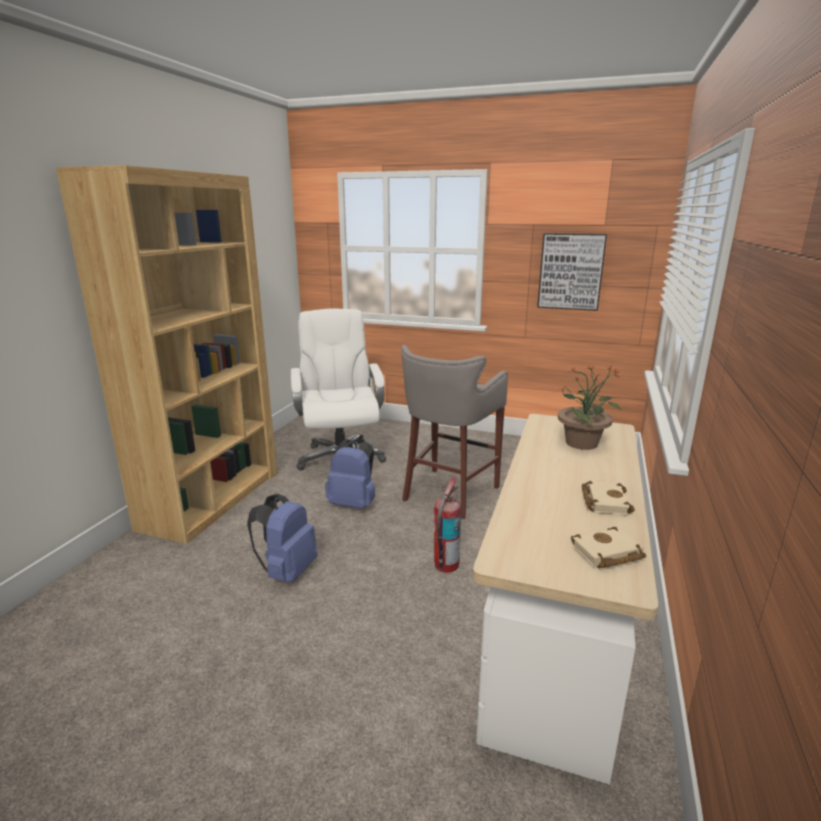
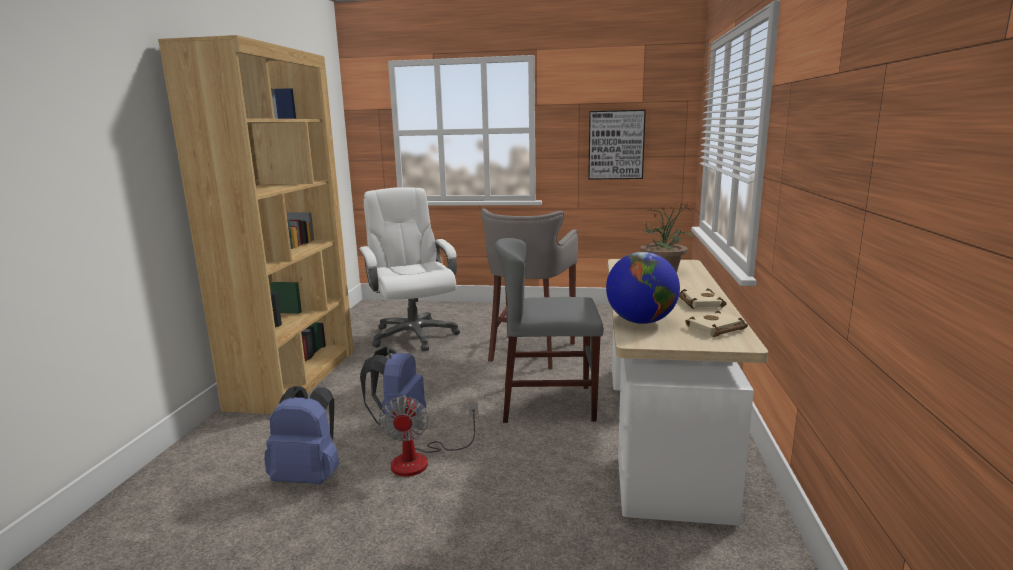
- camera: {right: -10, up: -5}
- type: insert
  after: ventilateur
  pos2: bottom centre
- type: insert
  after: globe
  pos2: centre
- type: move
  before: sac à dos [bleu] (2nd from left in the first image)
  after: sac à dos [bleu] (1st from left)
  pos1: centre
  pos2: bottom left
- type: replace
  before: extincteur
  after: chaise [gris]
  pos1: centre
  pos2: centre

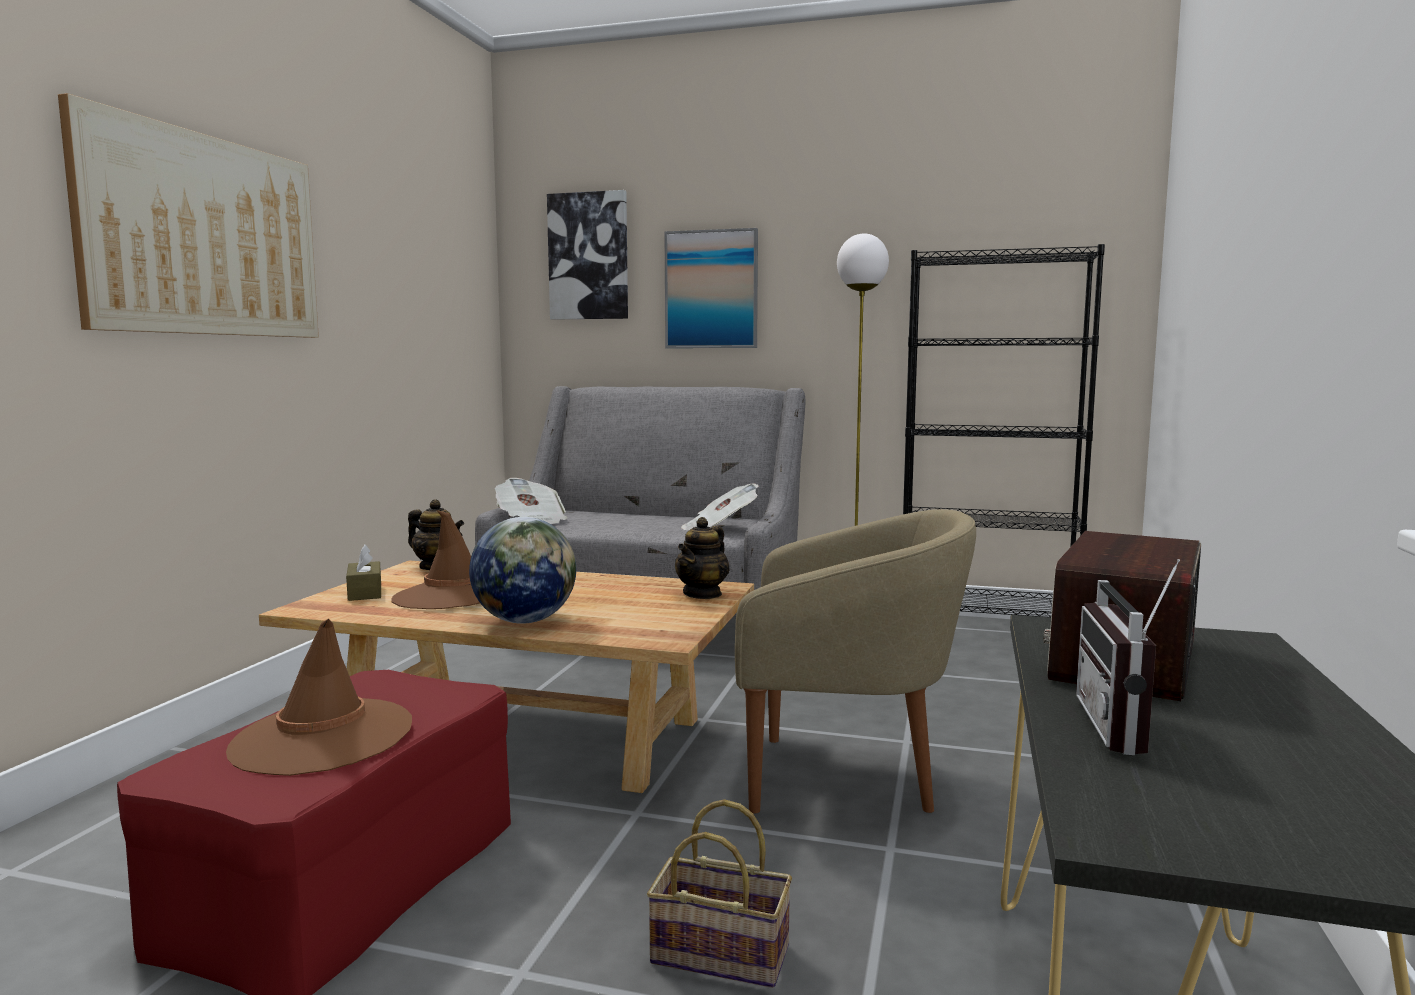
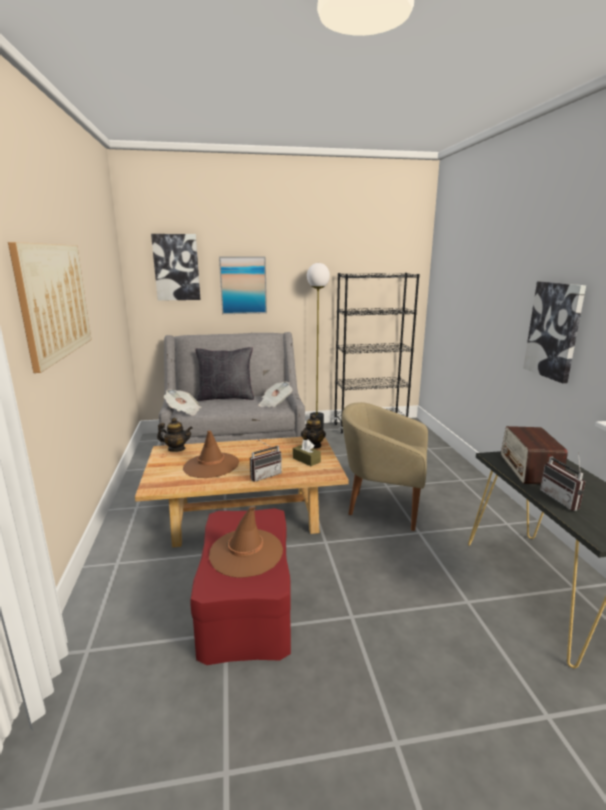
- camera: {right: -25, up: 10}
- type: delete
  before: panier
  pos1: bottom centre
- type: insert
  after: coussin [noir]
  pos2: centre
- type: insert
  after: tableau (4th from left)
  pos2: middle right
- type: move
  before: boîte à mouchoirs [marron]
  pos1: middle left
  pos2: centre
- type: replace
  before: globe
  after: radio (1st from left)
  pos1: centre
  pos2: centre
- type: rotate
  before: fauteuil [beige]
  pos1: centre
  pos2: centre
  turn: -150

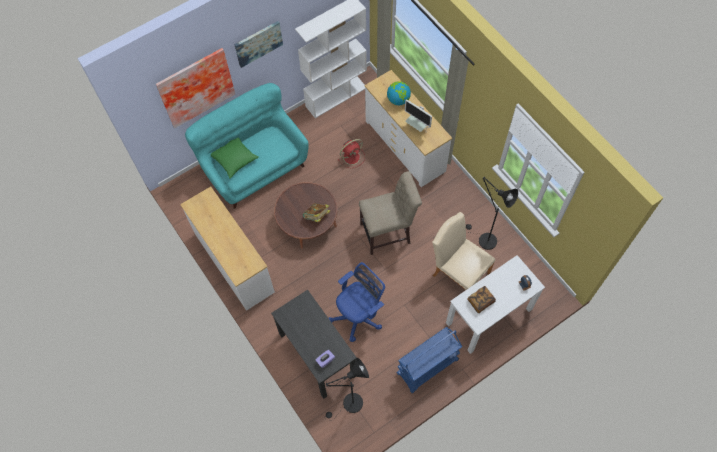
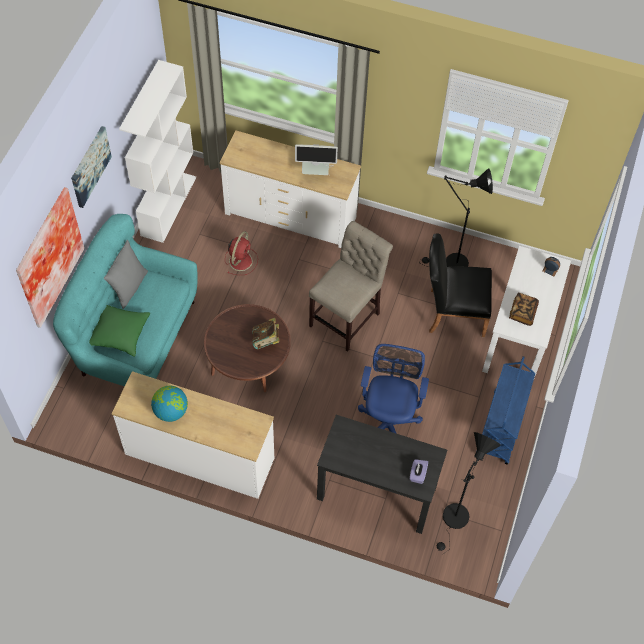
- camera: {right: -40, up: -5}
- type: insert
  after: coussin [gris]
  pos2: middle left
- type: move
  before: globe
  pos1: top centre
  pos2: middle left
- type: recolor
  before: chaise [beige] (2nd from left)
  after: chaise [noir]
  pos1: centre
  pos2: middle right

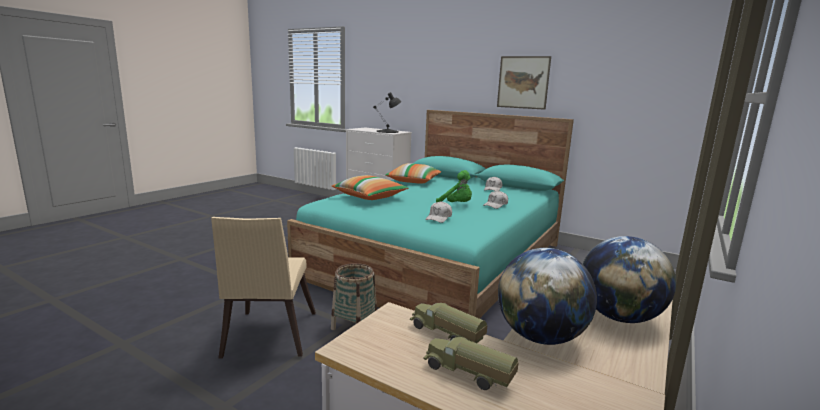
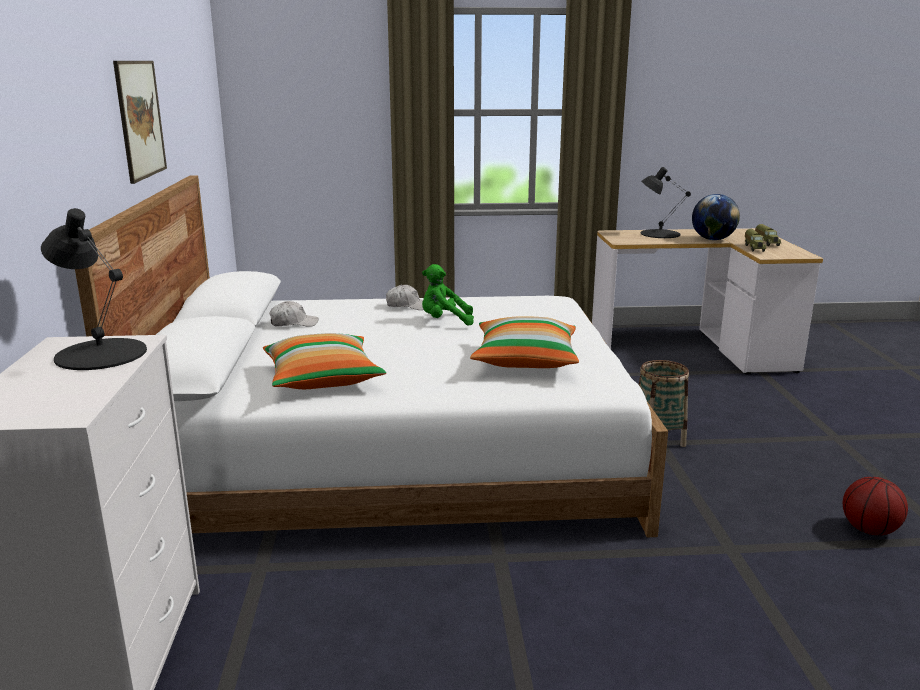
- camera: {right: -125, up: 5}
- type: delete
  before: chaise [beige]
  pos1: bottom left
- type: delete
  before: casquette [blanc] (1st from left)
  pos1: centre
- type: insert
  after: ballon de basket
  pos2: bottom right
- type: replace
  before: globe (2nd from left)
  after: lampe de table [noir] (2nd from left)
  pos1: bottom right
  pos2: top right
- type: recolor
  before: lit [turquoise]
  after: lit [blanc]
  pos1: centre
  pos2: centre
- type: rotate
  before: peluche [vert]
  pos1: centre
  pos2: centre
  turn: -90

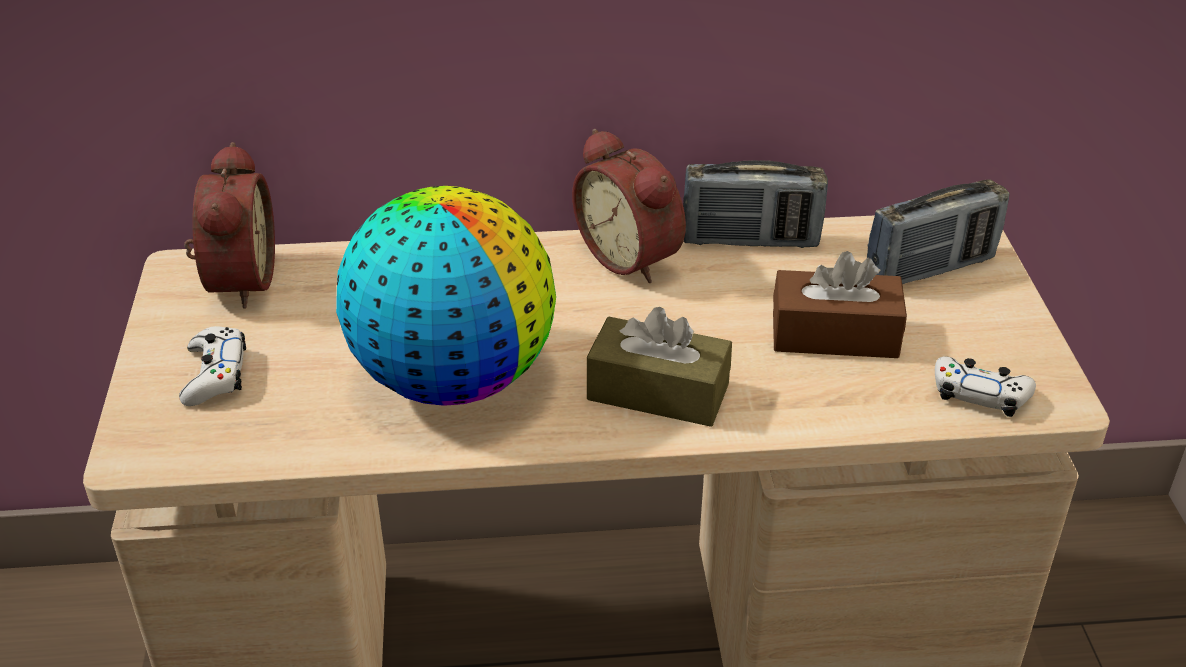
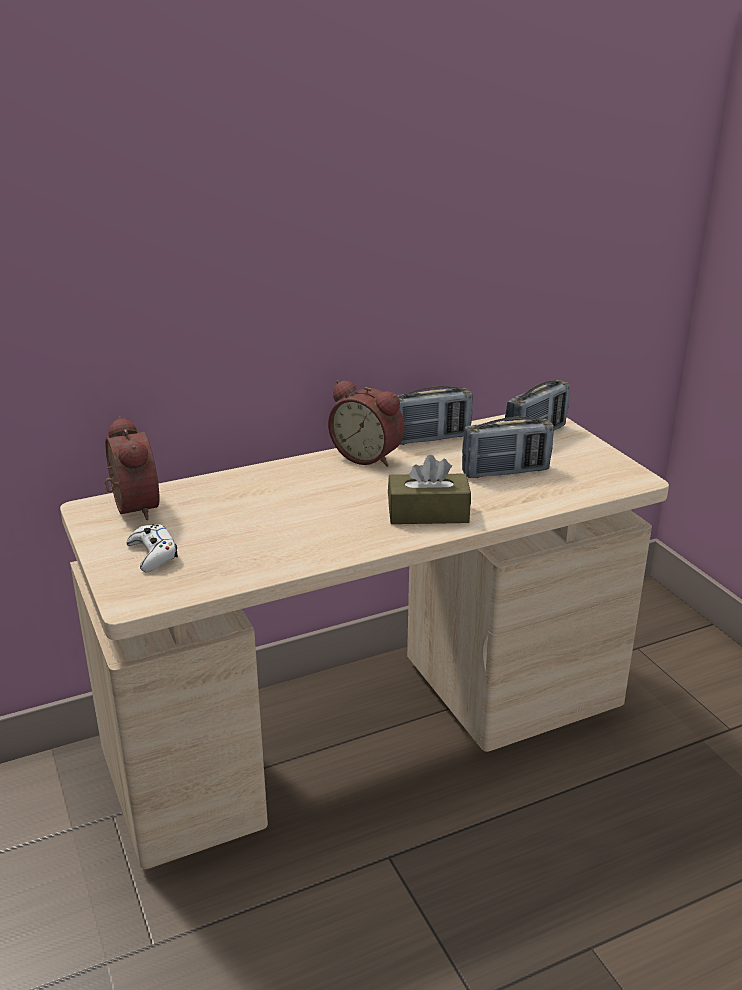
- camera: {right: -20, up: -10}
- type: delete
  before: globe
  pos1: centre
- type: delete
  before: manette [blanc] (2nd from left)
  pos1: middle right
- type: replace
  before: boîte à mouchoirs [marron] (2nd from left)
  after: radio (2nd from left)
  pos1: middle right
  pos2: middle right

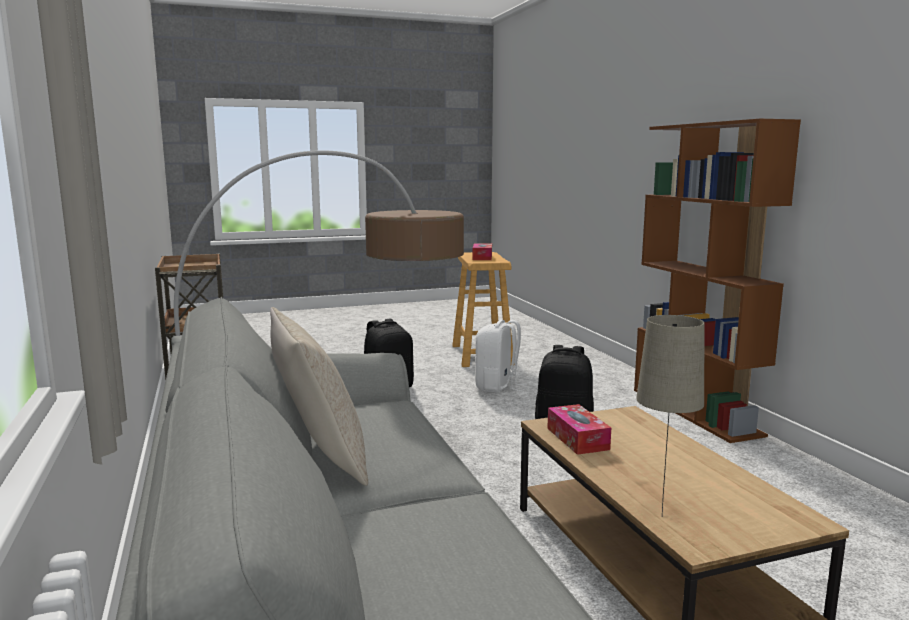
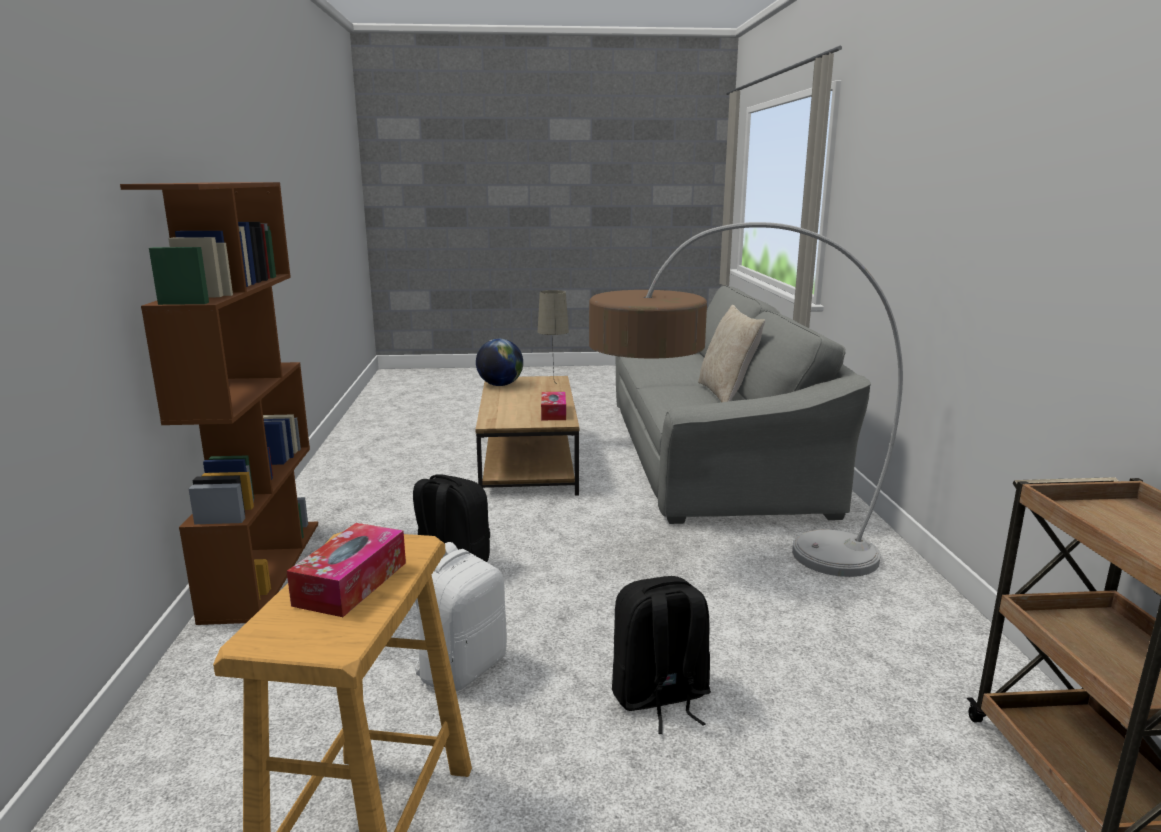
- camera: {right: -165, up: 5}
- type: insert
  after: globe
  pos2: centre

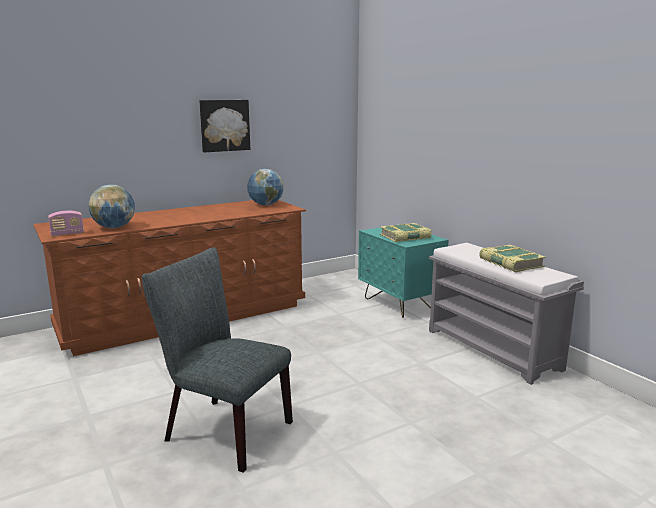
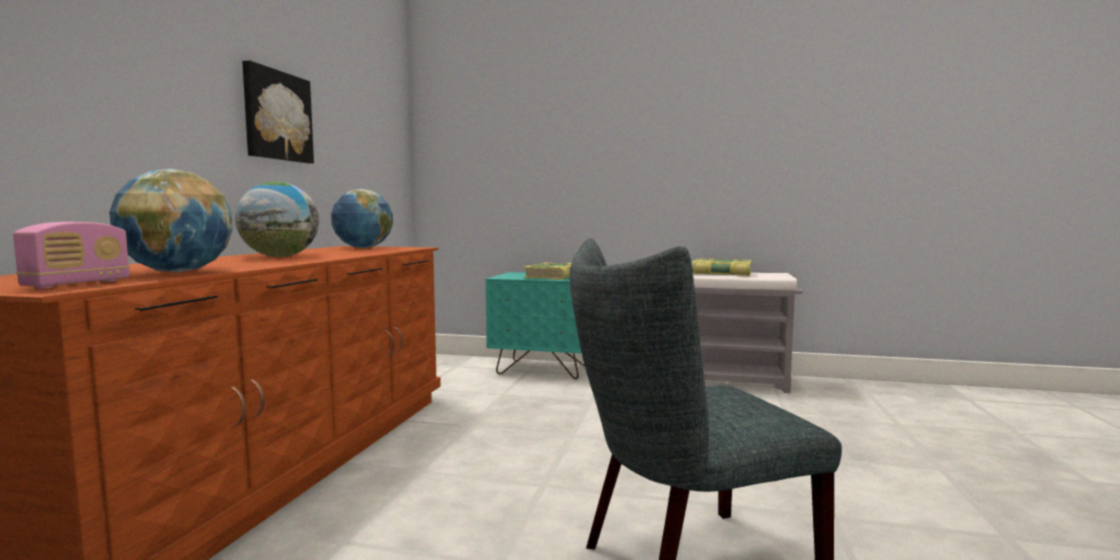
- camera: {right: -45, up: -10}
- type: insert
  after: globe (2nd from left)
  pos2: middle left

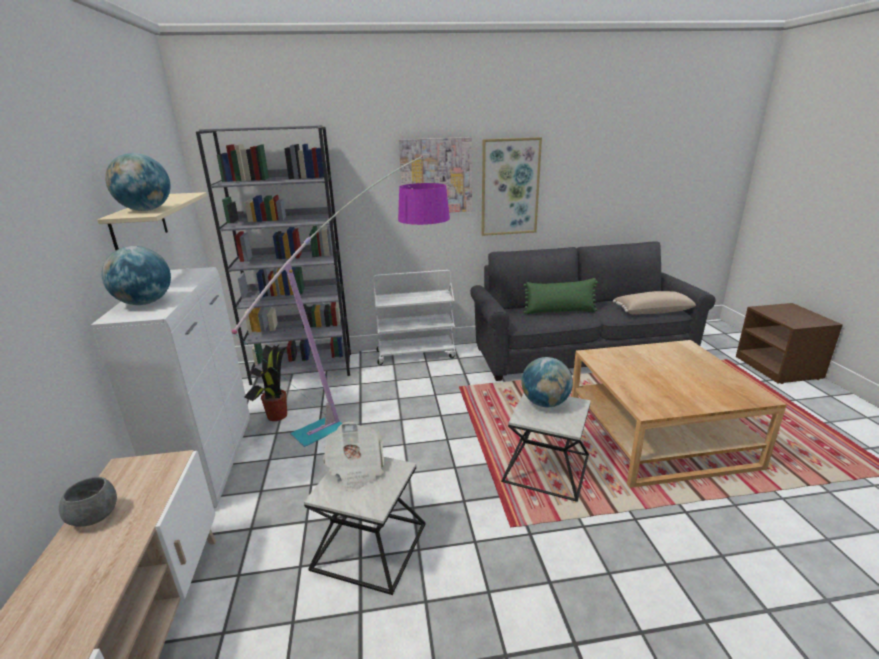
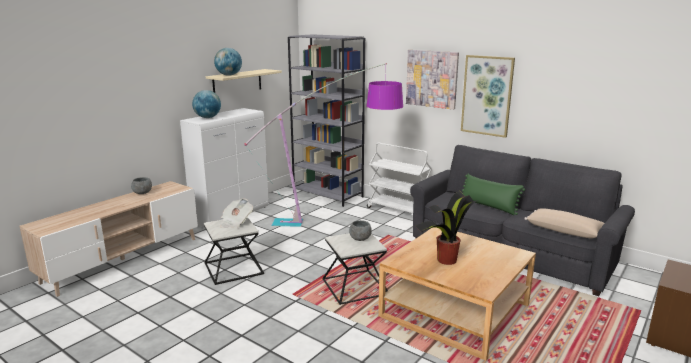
- camera: {right: 45, up: -5}
- type: move
  before: plante en pot
  pos1: middle left
  pos2: centre
- type: replace
  before: globe (3rd from left)
  after: bol [gris] (2nd from left)
  pos1: centre
  pos2: centre

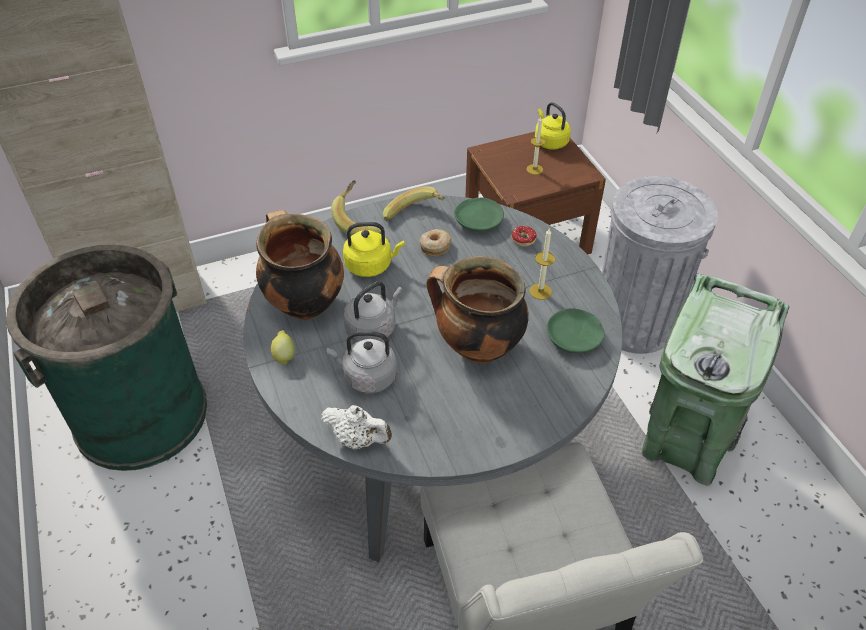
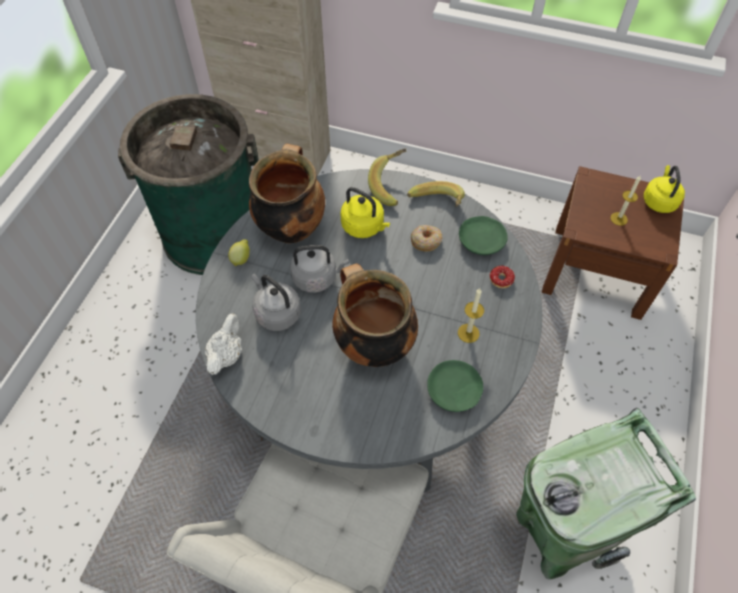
- camera: {right: 40, up: 10}
- type: delete
  before: poubelle [gris]
  pos1: middle right
- type: rotate
  before: théière [blanc]
  pos1: bottom centre
  pos2: middle left
  turn: -135

